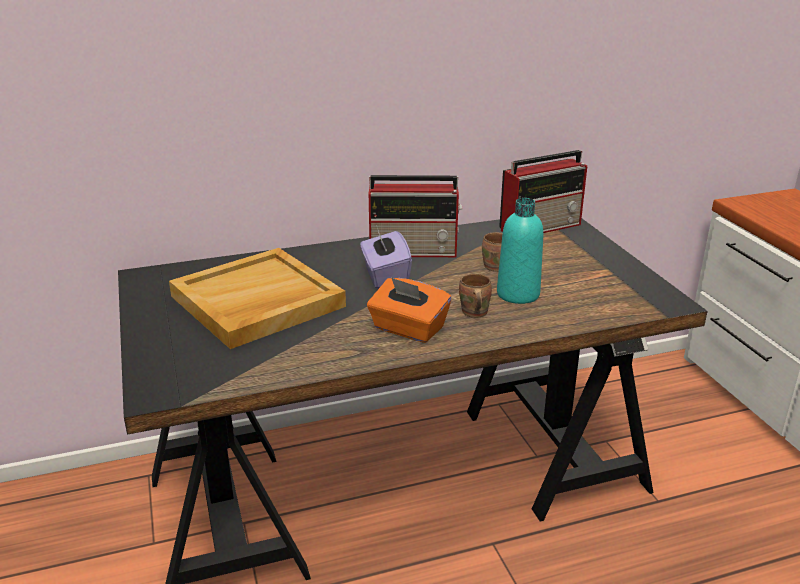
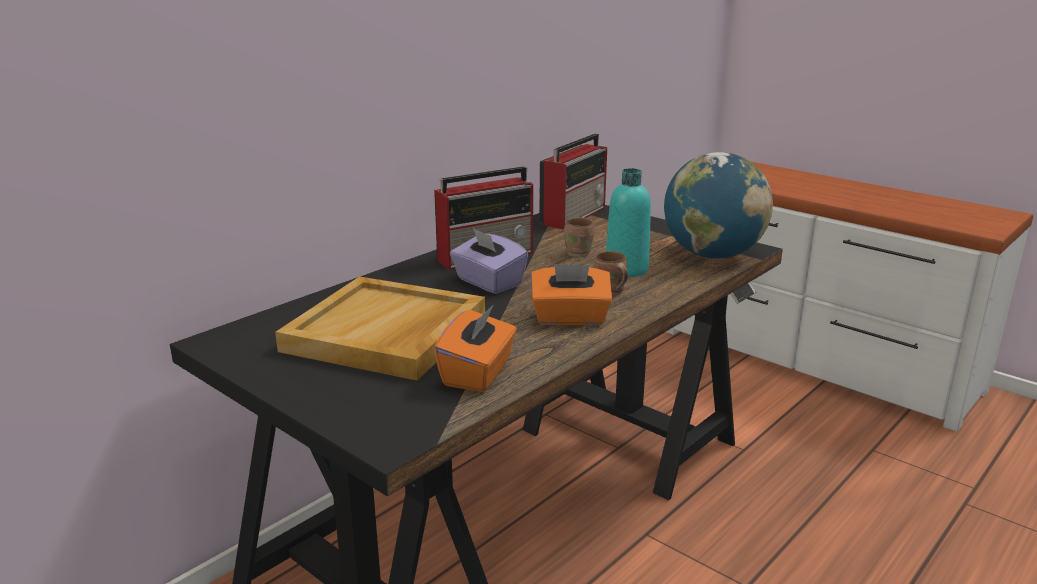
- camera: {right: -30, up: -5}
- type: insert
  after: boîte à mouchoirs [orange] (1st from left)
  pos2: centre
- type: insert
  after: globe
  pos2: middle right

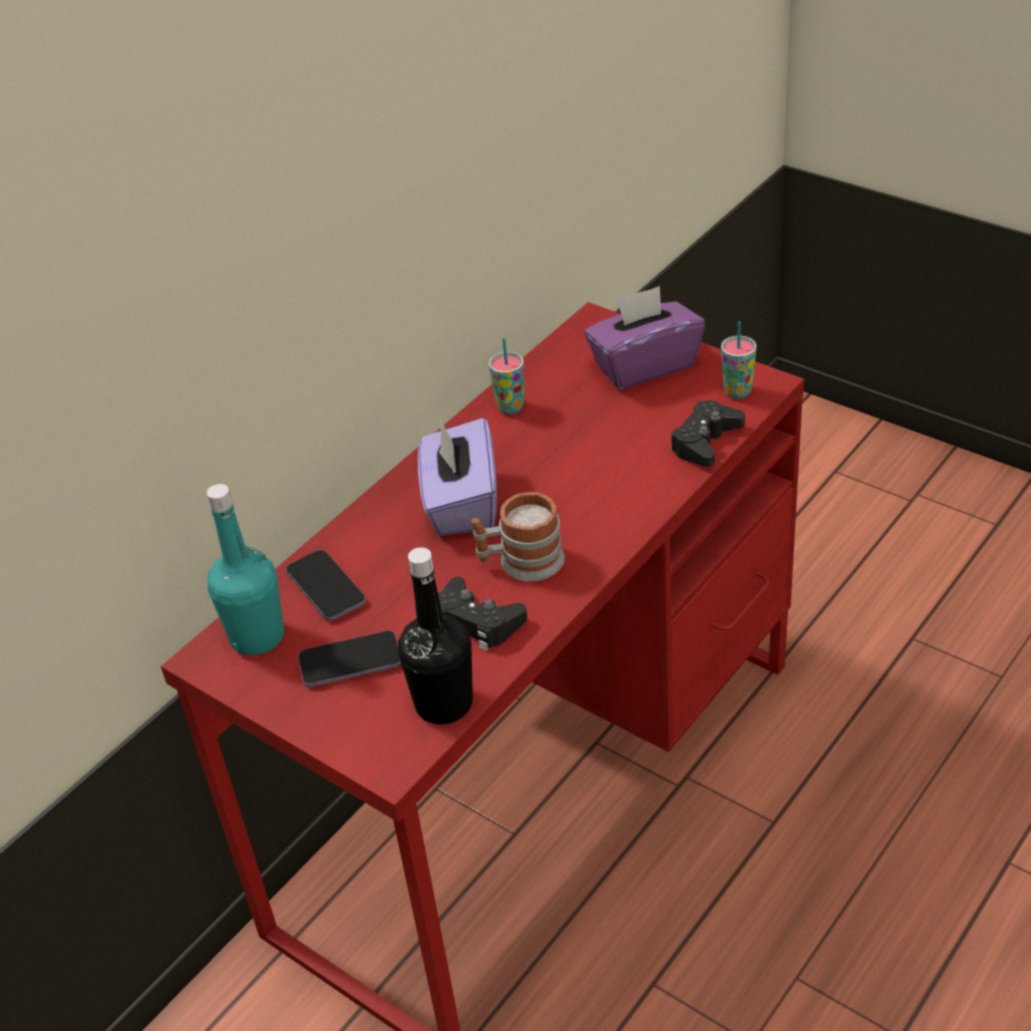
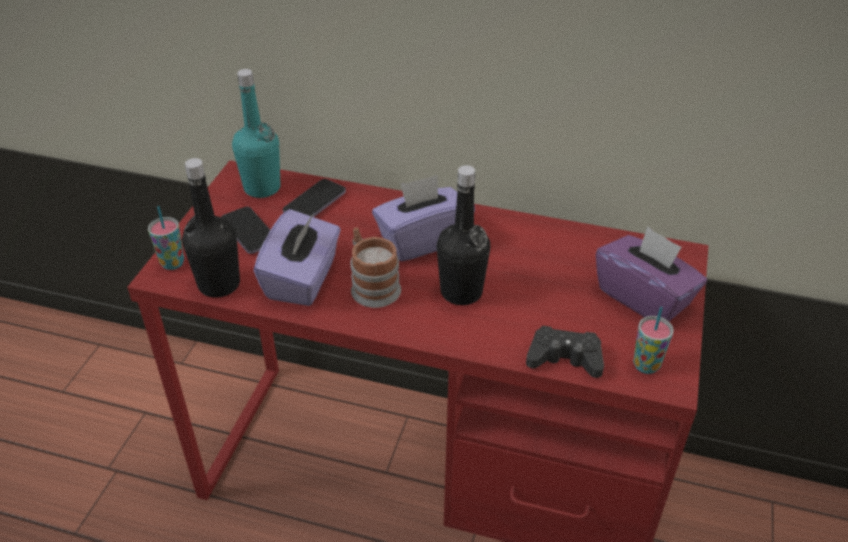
- camera: {right: 65, up: 0}
- type: insert
  after: bouteille [noir] (2nd from left)
  pos2: centre
- type: move
  before: tasse (1st from left)
  pos1: centre
  pos2: middle left
- type: replace
  before: manette [noir] (1st from left)
  after: boîte à mouchoirs [violet] (1st from left)
  pos1: centre
  pos2: centre

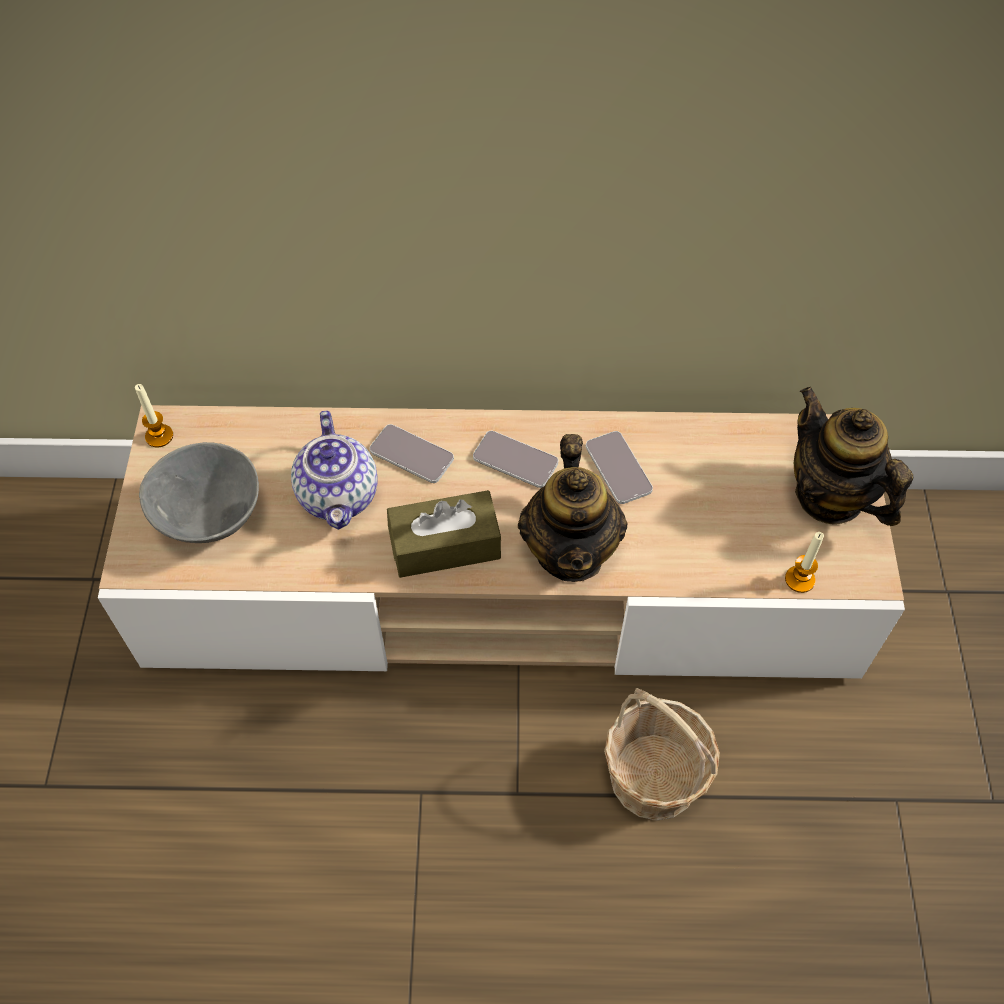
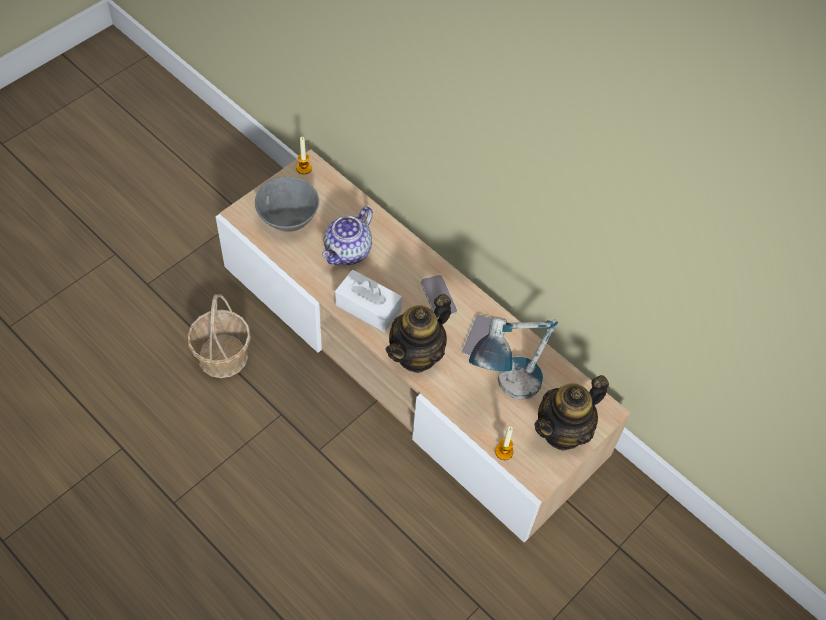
- camera: {right: 40, up: 0}
- type: delete
  before: téléphone (1st from left)
  pos1: centre
- type: insert
  after: lampe de table
  pos2: centre
- type: move
  before: panier
  pos1: bottom centre
  pos2: middle left
- type: recolor
  before: boîte à mouchoirs [marron]
  after: boîte à mouchoirs [blanc]
  pos1: centre
  pos2: centre
- type: rotate
  before: théière (3rd from left)
  pos1: middle right
  pos2: middle right
  turn: -135

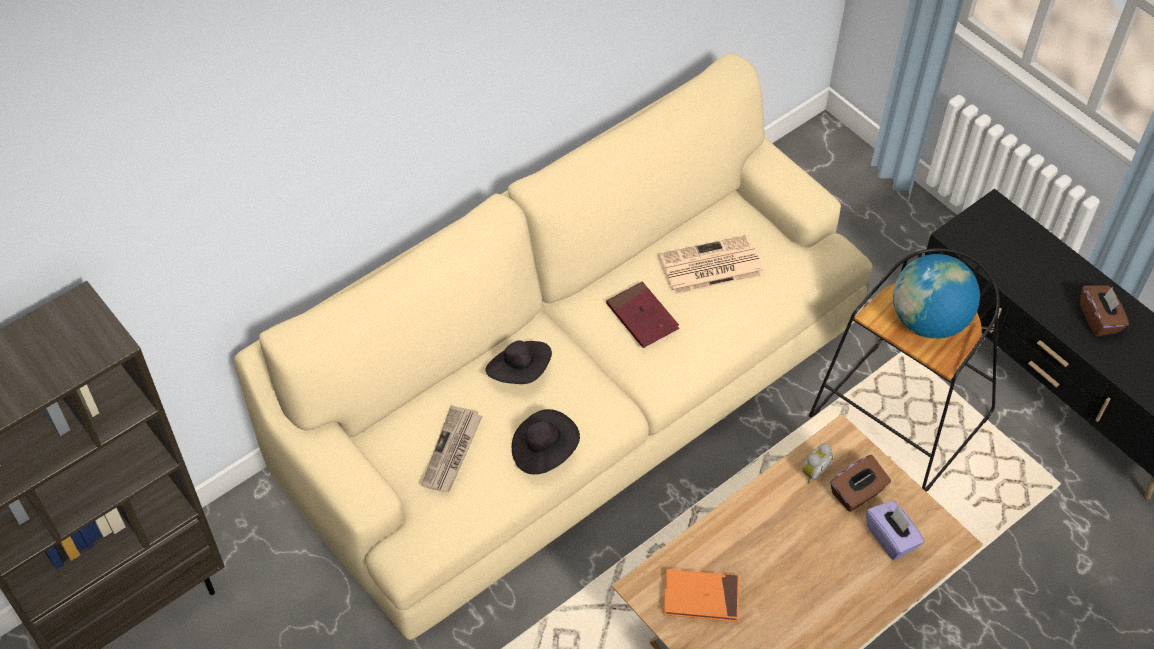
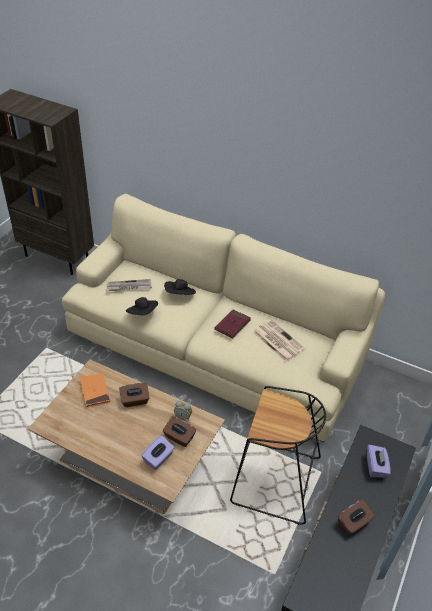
- camera: {right: 65, up: -10}
- type: delete
  before: globe
  pos1: middle right
- type: insert
  after: boîte à mouchoirs [marron] (1st from left)
  pos2: middle left
- type: insert
  after: boîte à mouchoirs [violet] (2nd from left)
  pos2: bottom right

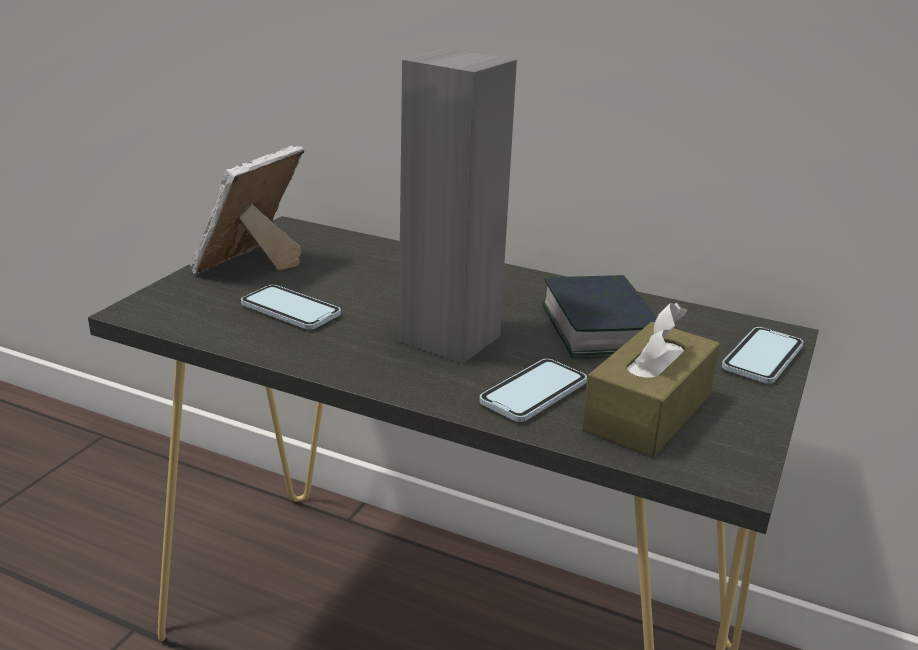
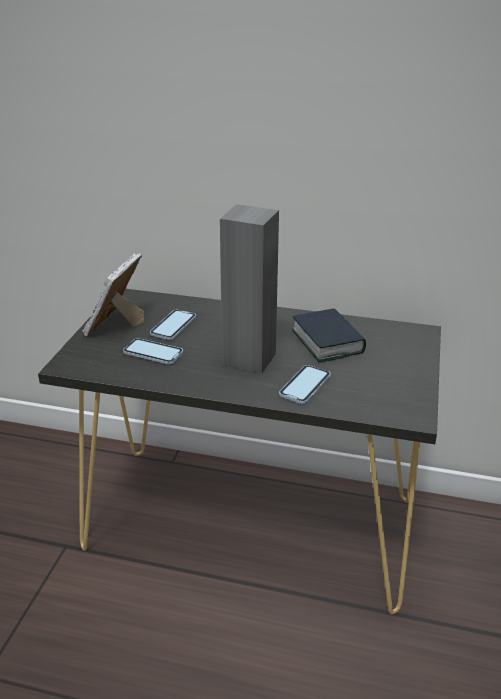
- camera: {right: -10, up: 5}
- type: delete
  before: boîte à mouchoirs [marron]
  pos1: middle right
- type: move
  before: téléphone (3rd from left in the first image)
  after: téléphone (2nd from left)
  pos1: middle right
  pos2: centre

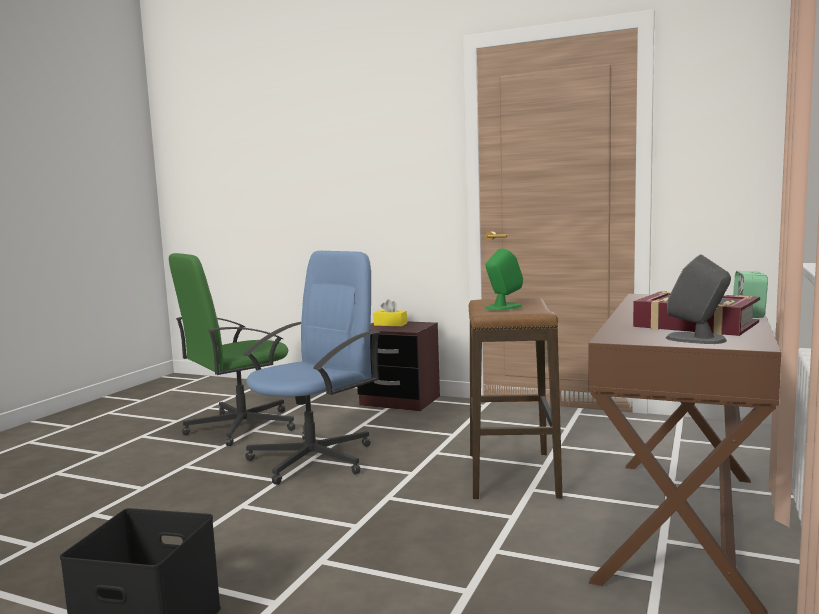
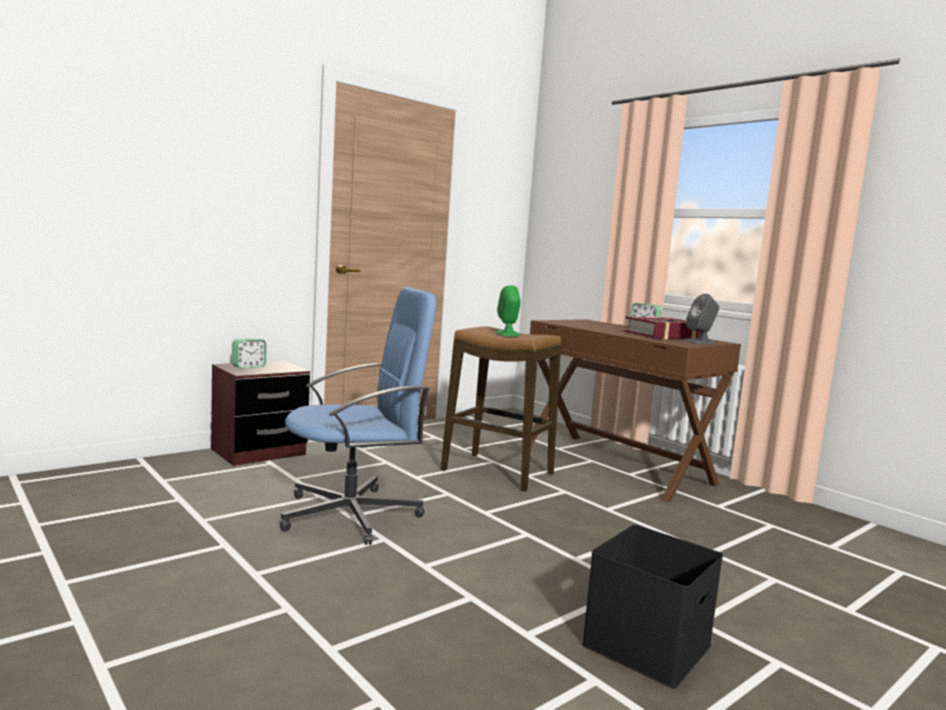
- camera: {right: -65, up: 0}
- type: delete
  before: chaise de bureau [vert]
  pos1: middle left
- type: replace
  before: boîte à mouchoirs [jaune]
  after: réveil (1st from left)
  pos1: centre
  pos2: middle left
- type: rotate
  before: chaise de bureau [bleu]
  pos1: centre
  pos2: centre
  turn: 90

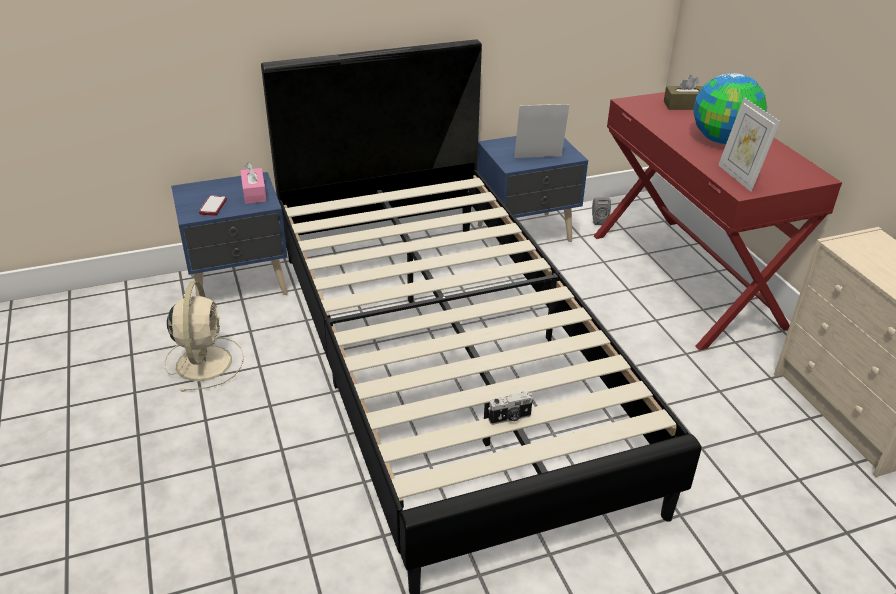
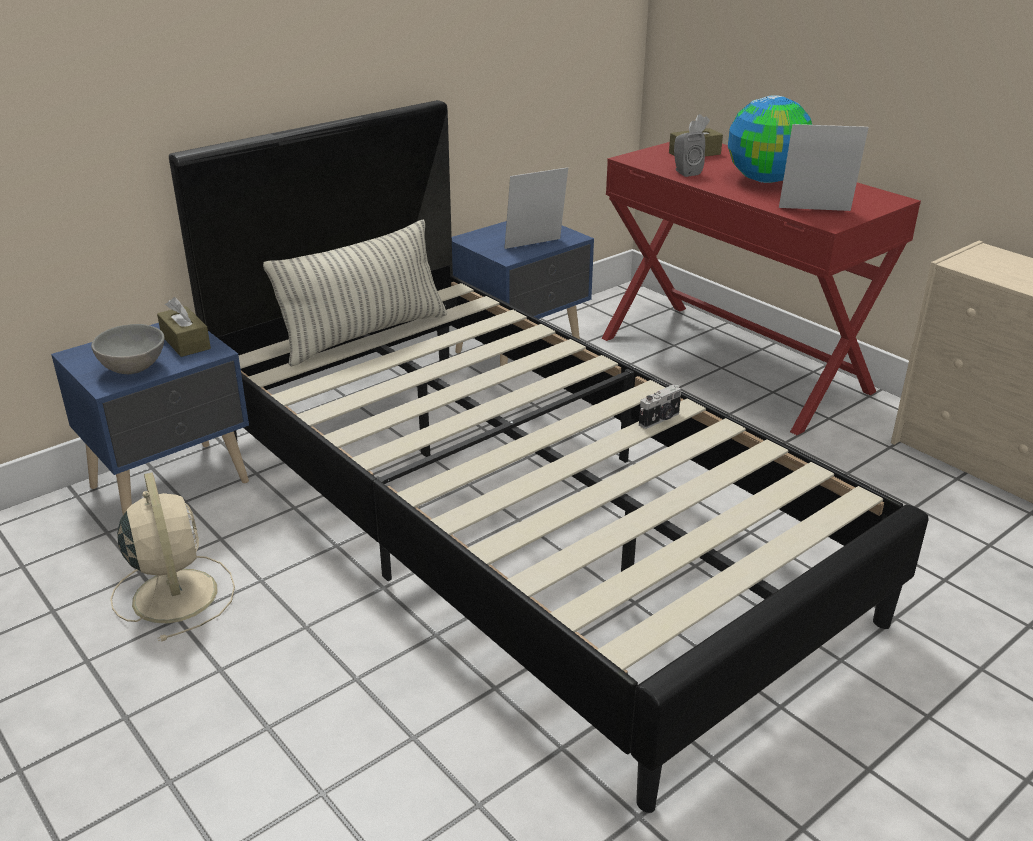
- camera: {right: -20, up: -5}
- type: insert
  after: coussin
  pos2: centre
- type: move
  before: appareil photo
  pos1: bottom centre
  pos2: centre
- type: move
  before: enceinte [gris]
  pos1: middle right
  pos2: top right
- type: replace
  before: téléphone
  after: bol [gris]
  pos1: middle left
  pos2: middle left
- type: recolor
  before: boîte à mouchoirs [rose]
  after: boîte à mouchoirs [marron] (1st from left)
  pos1: top left
  pos2: middle left
- type: rotate
  before: cadre photo (2nd from left)
  pos1: top right
  pos2: top right
  turn: 135

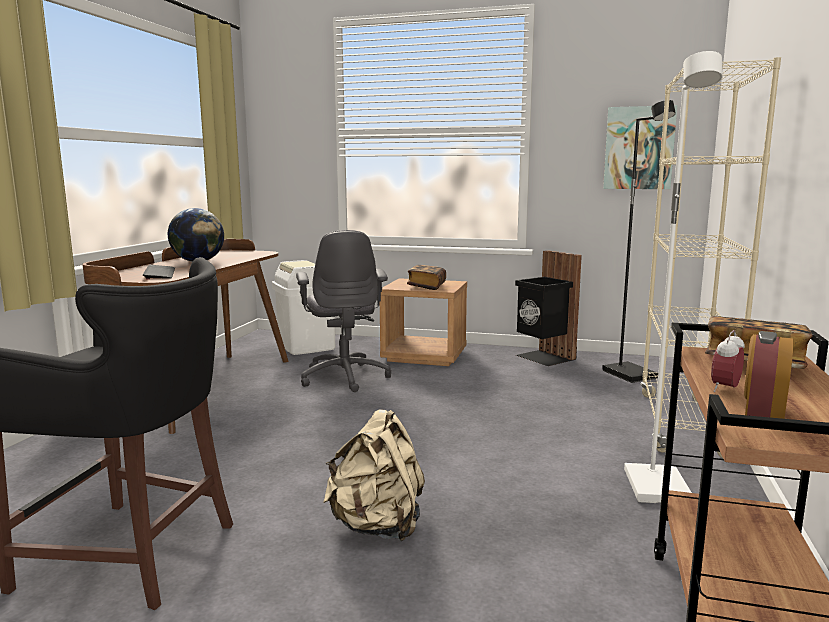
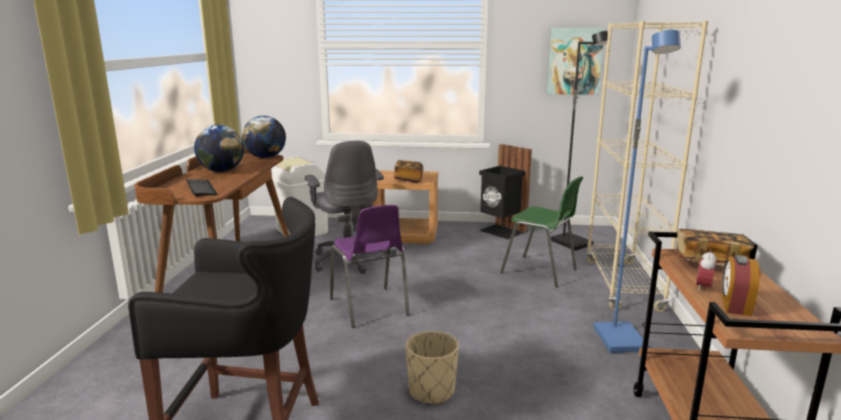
- camera: {right: -10, up: 5}
- type: insert
  after: globe (2nd from left)
  pos2: top left
- type: insert
  after: chaise [violet]
  pos2: centre
- type: insert
  after: chaise [vert]
  pos2: centre
- type: replace
  before: sac à dos [beige]
  after: cache-pot [beige]
  pos1: bottom centre
  pos2: bottom centre
- type: recolor
  before: lampadaire [blanc]
  after: lampadaire [bleu]
  pos1: middle right
  pos2: middle right

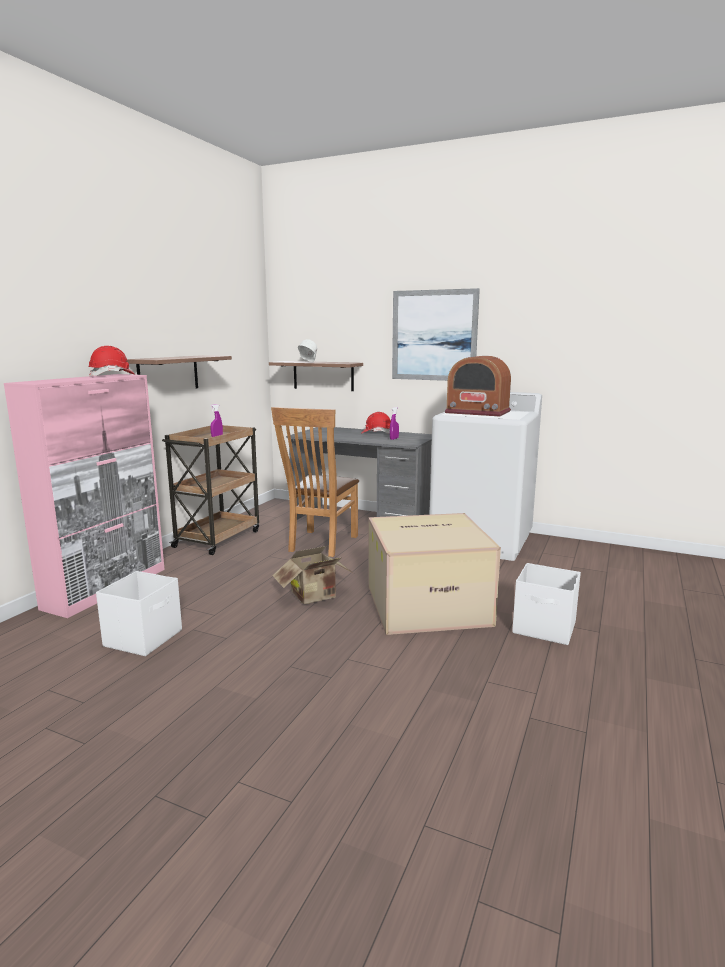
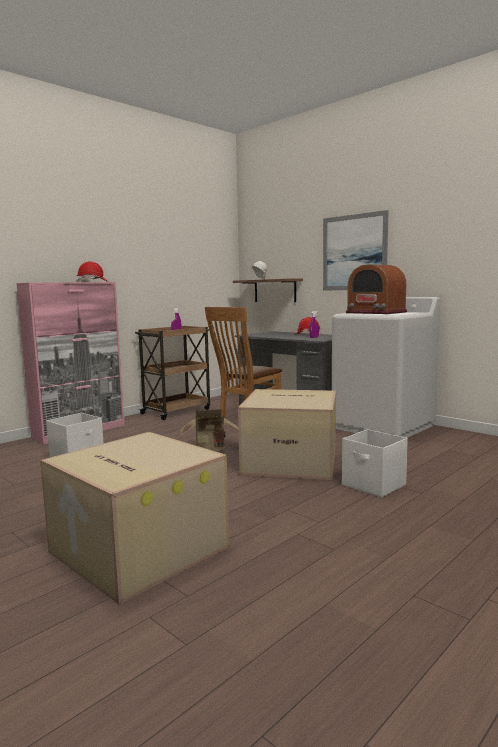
- camera: {right: 20, up: -5}
- type: delete
  before: étagère (1st from left)
  pos1: middle left
- type: insert
  after: carton (1st from left)
  pos2: bottom left

